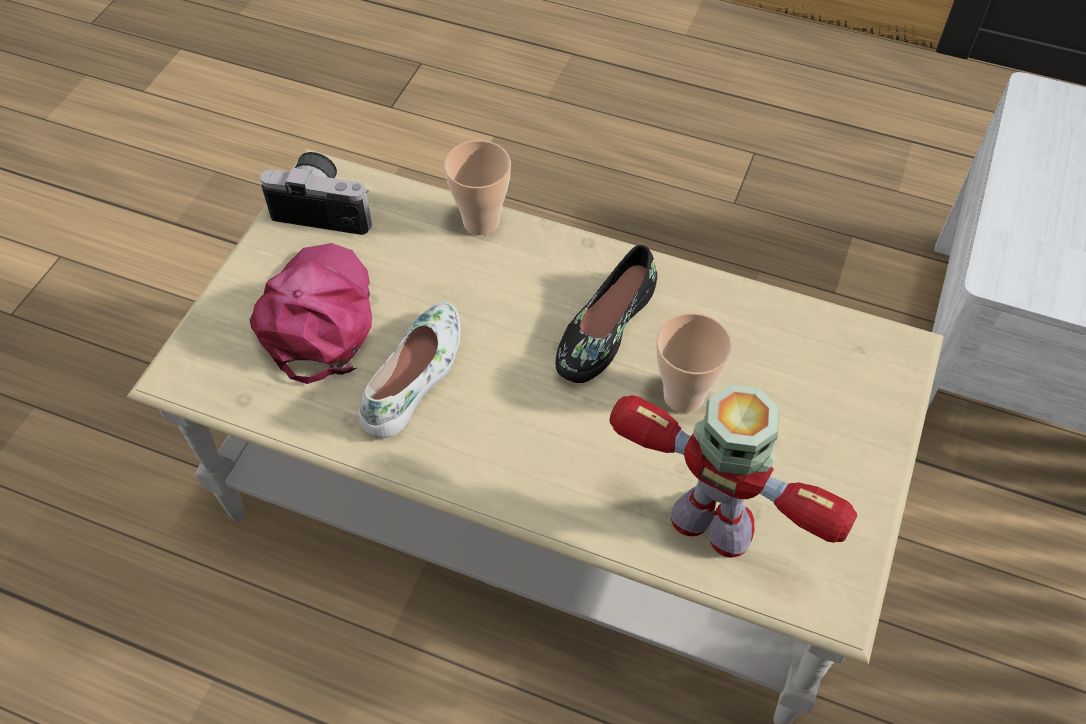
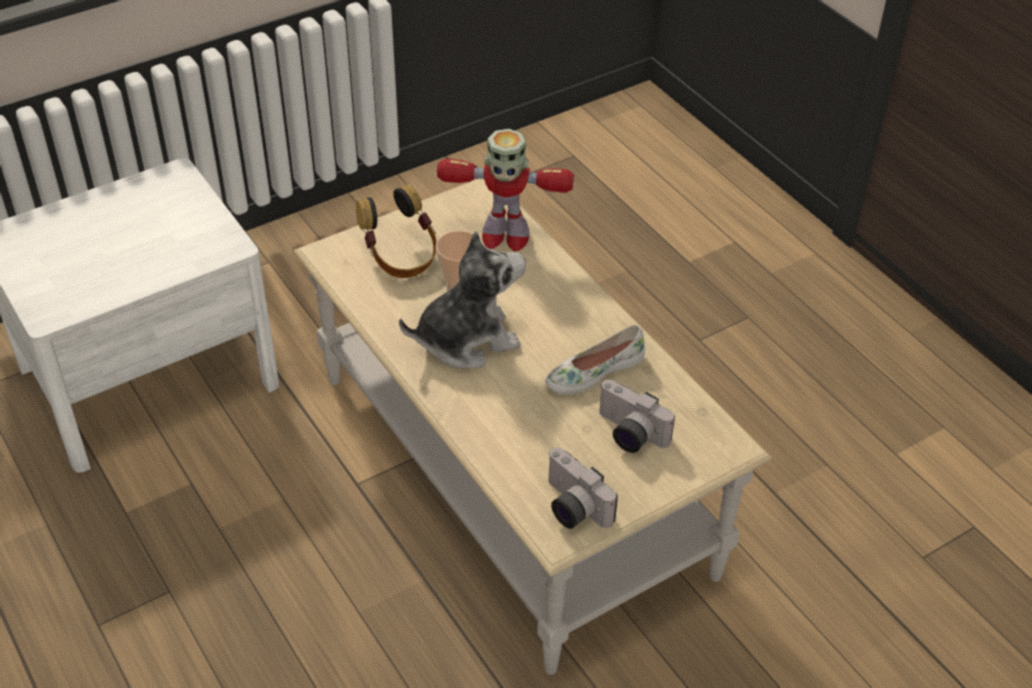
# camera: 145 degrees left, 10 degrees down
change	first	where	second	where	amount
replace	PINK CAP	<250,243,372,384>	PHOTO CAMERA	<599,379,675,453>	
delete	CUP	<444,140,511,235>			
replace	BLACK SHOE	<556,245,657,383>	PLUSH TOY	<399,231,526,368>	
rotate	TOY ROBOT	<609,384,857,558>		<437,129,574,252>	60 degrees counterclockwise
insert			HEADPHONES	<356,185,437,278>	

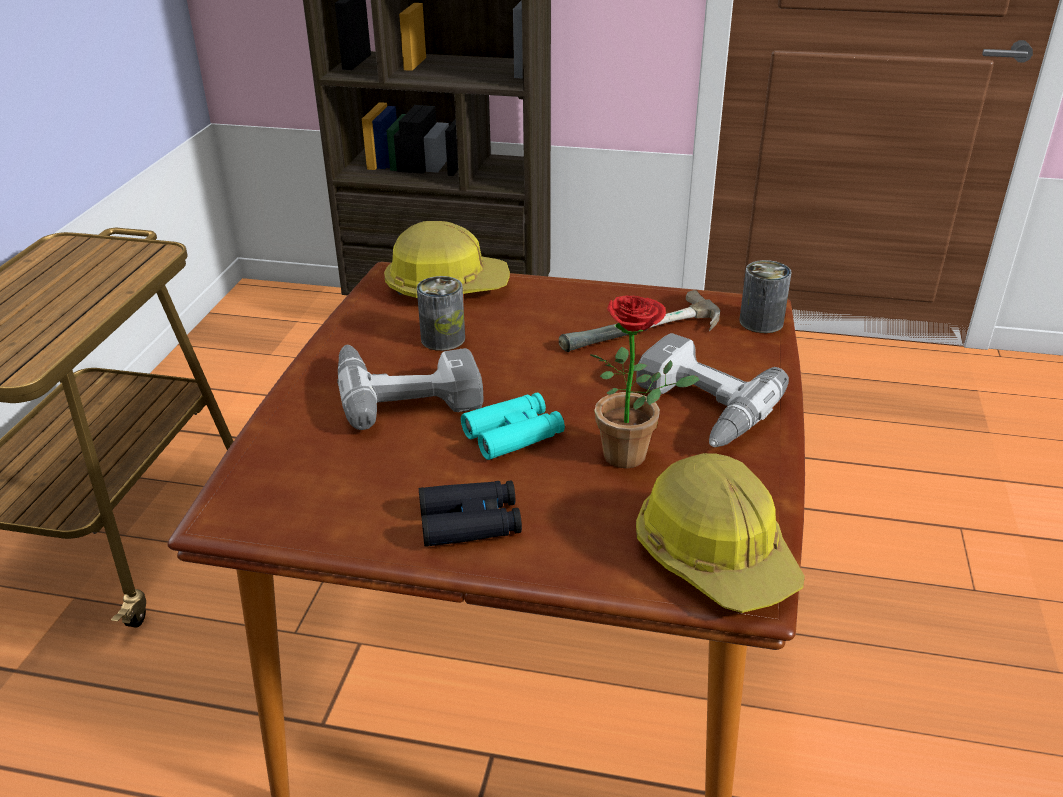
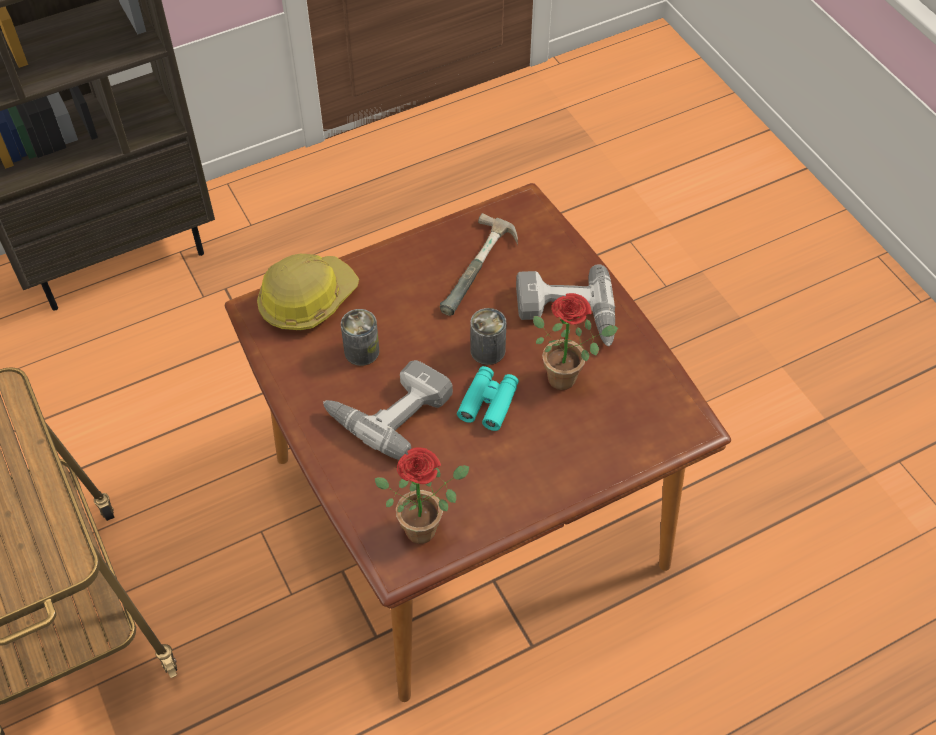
# camera: 40 degrees left, 20 degrees up
change	first	where	second	where	amount
delete	BLACK BINOCULARS	<419,480,522,547>			
delete	HARD HAT	<636,453,805,613>			
move	CAN	<739,260,792,333>		<470,308,507,365>	
insert			POTTED PLANT	<375,448,469,544>	

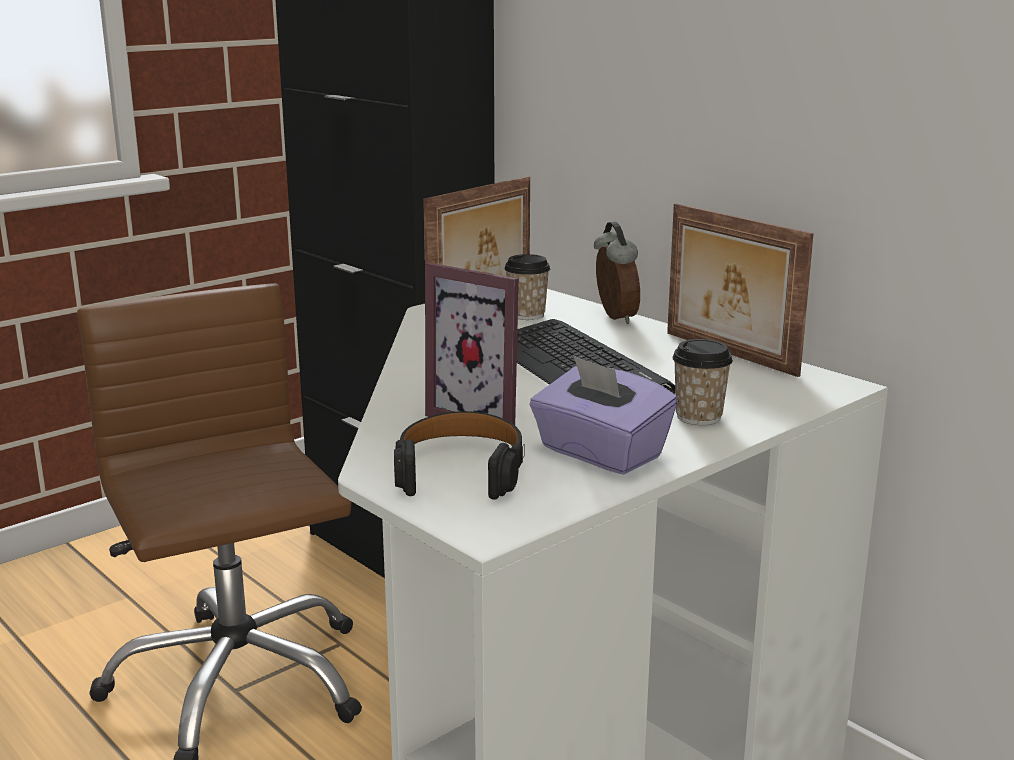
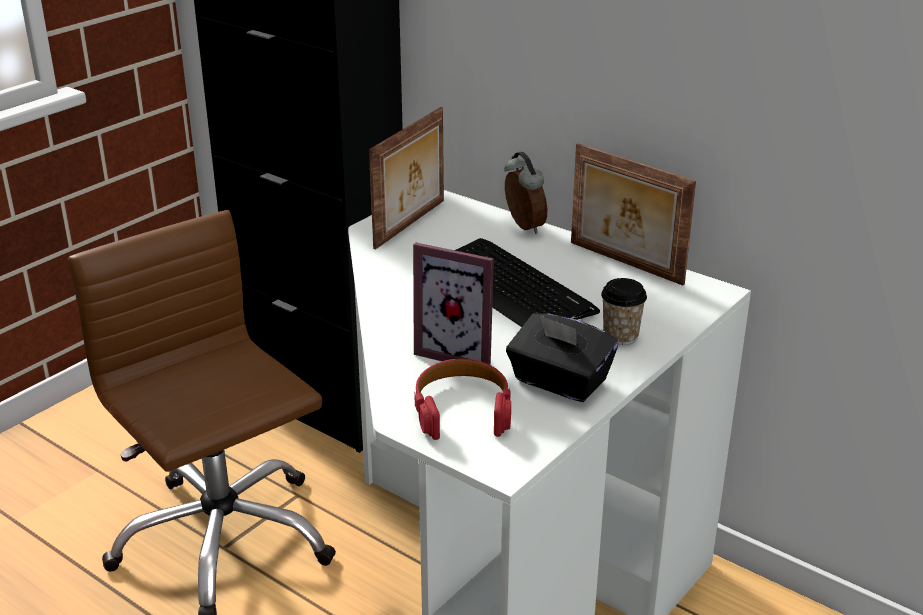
# camera: 10 degrees left, 10 degrees up
change	first	where	second	where	amount
recolor	BLACK HEADPHONES	<394,411,525,500>	RED HEADPHONES	<414,359,511,440>	
delete	CUP	<504,254,550,320>			
recolor	PURPLE TISSUE BOX	<529,355,678,475>	BLACK TISSUE BOX	<506,313,618,402>	

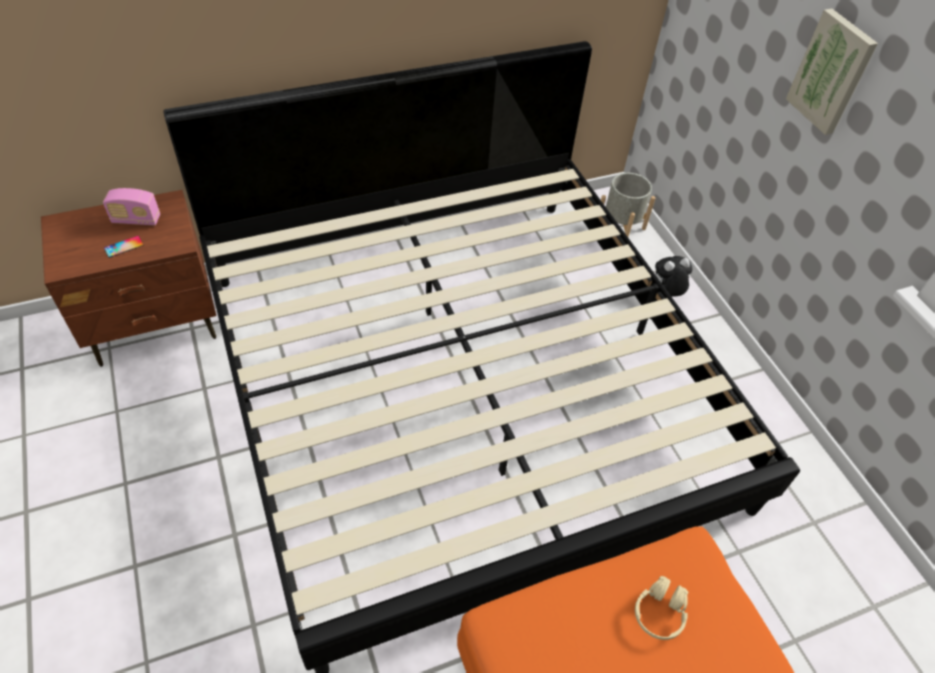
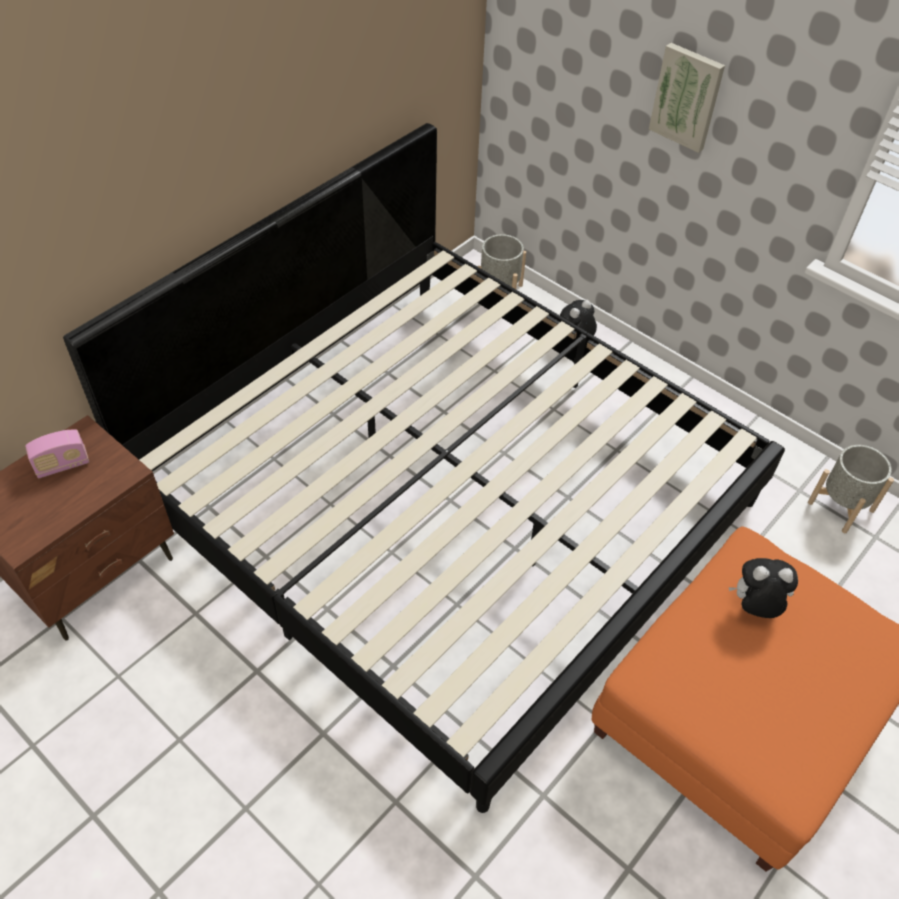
# camera: 25 degrees left, 0 degrees up
change	first	where	second	where	amount
delete	PHONE	<104,236,144,258>			
replace	BEIGE HEADPHONES	<635,576,688,640>	PLUSH TOY	<729,558,798,618>	
insert			GREY PLANTER	<808,445,894,533>	

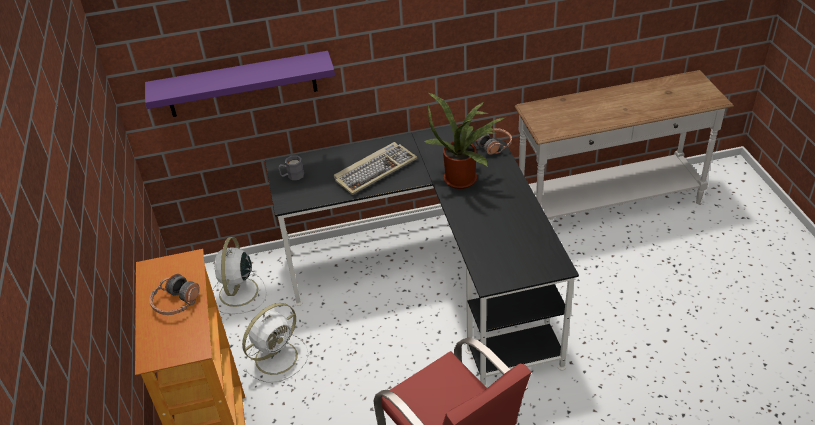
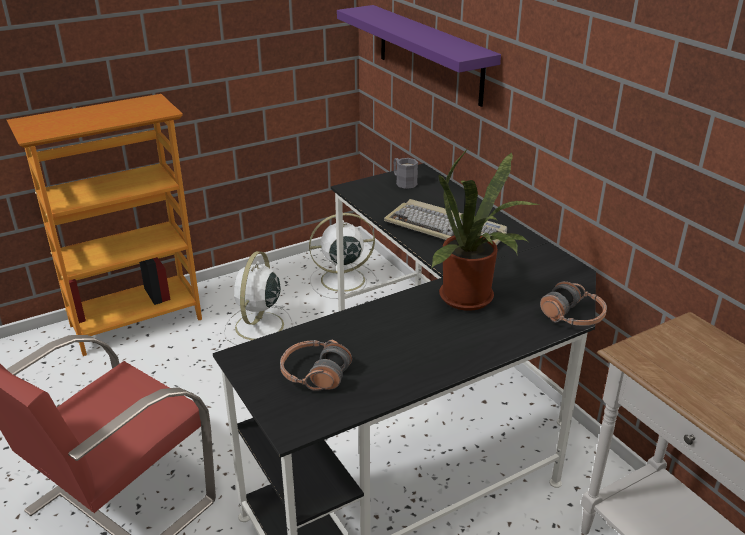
# camera: 70 degrees right, 10 degrees down
change	first	where	second	where	amount
move	HEADPHONES	<149,274,200,315>		<280,340,352,391>	
rotate	WHITE FAN	<242,303,309,383>		<224,251,293,345>	75 degrees clockwise

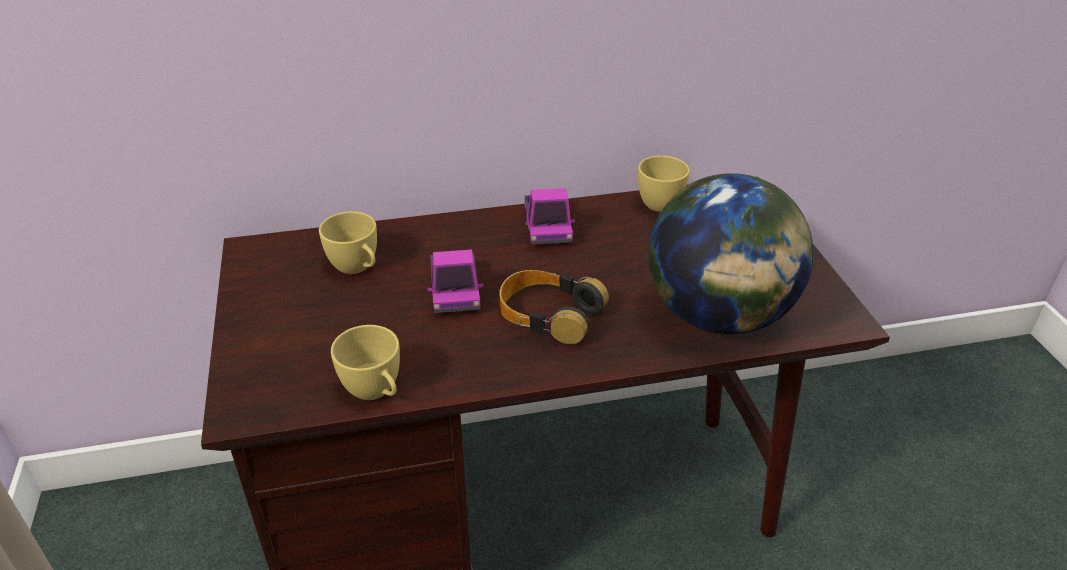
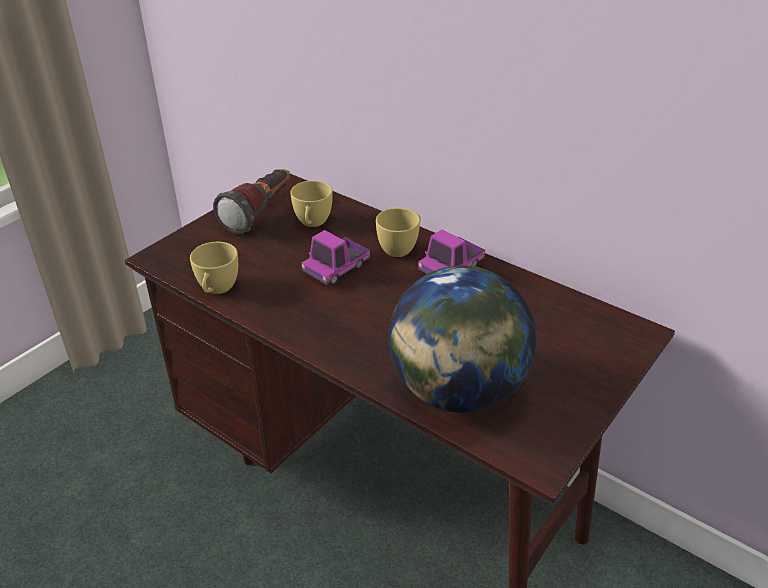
# camera: 50 degrees right, 0 degrees up
change	first	where	second	where	amount
delete	HEADPHONES	<500,270,609,344>			
move	YELLOW CUP	<638,156,690,212>		<376,208,421,257>	
insert			FLASHLIGHT	<213,169,290,234>	

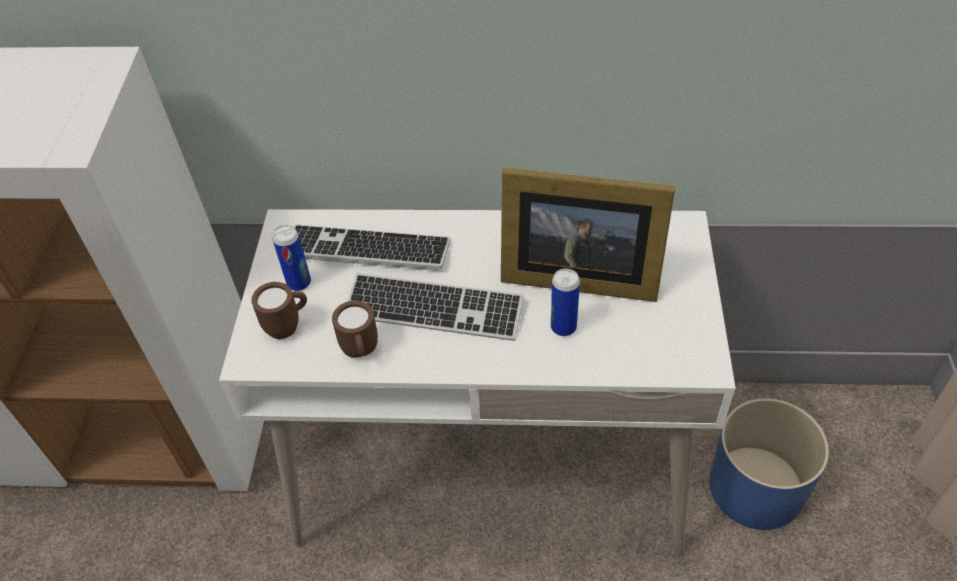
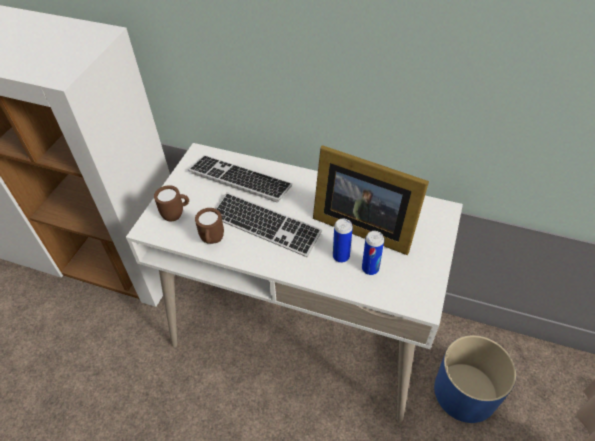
# camera: 15 degrees right, 0 degrees up
change	first	where	second	where	amount
move	CAN	<272,225,311,291>		<362,231,384,275>	

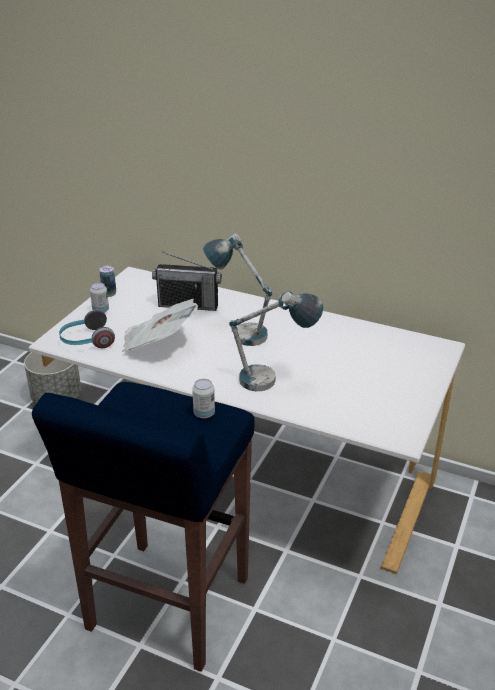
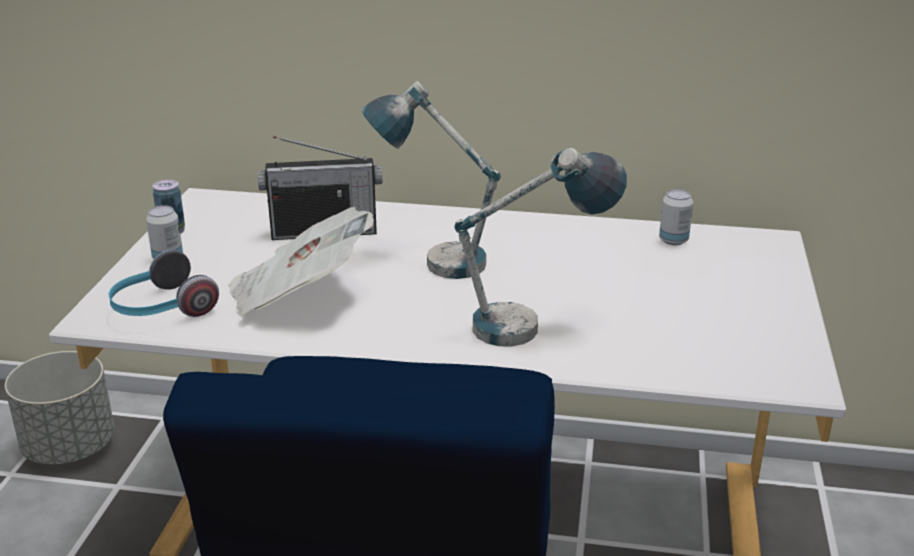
# camera: 15 degrees left, 5 degrees down
change	first	where	second	where	amount
move	CAN	<192,379,215,419>		<659,189,693,245>	

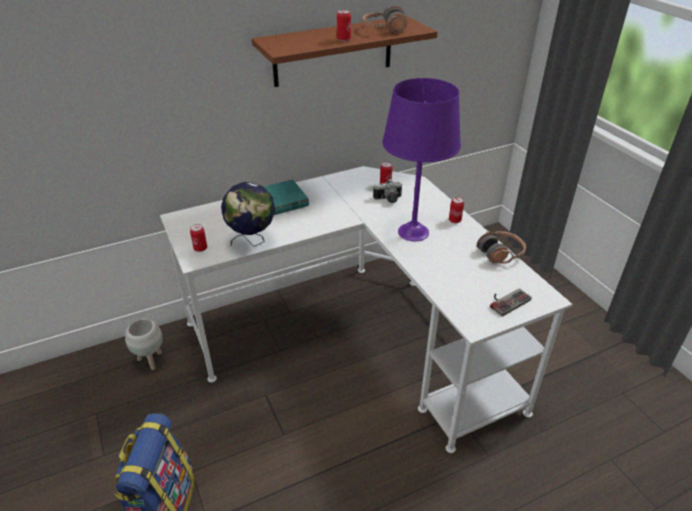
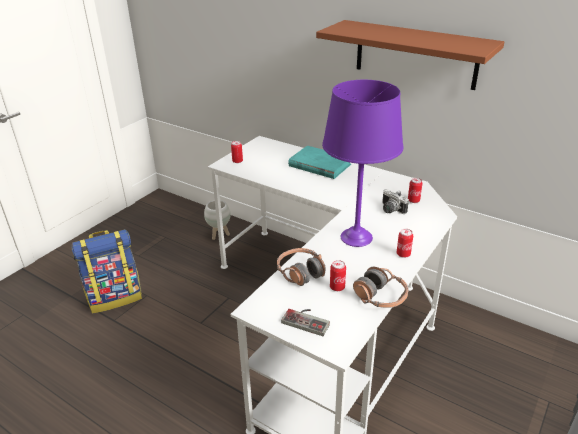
# camera: 60 degrees right, 5 degrees down
change	first	where	second	where	amount
delete	GLOBE	<221,182,275,247>			
move	CAN	<337,10,351,41>		<330,260,346,291>	
move	HEADPHONES	<363,6,408,33>		<277,248,326,286>	

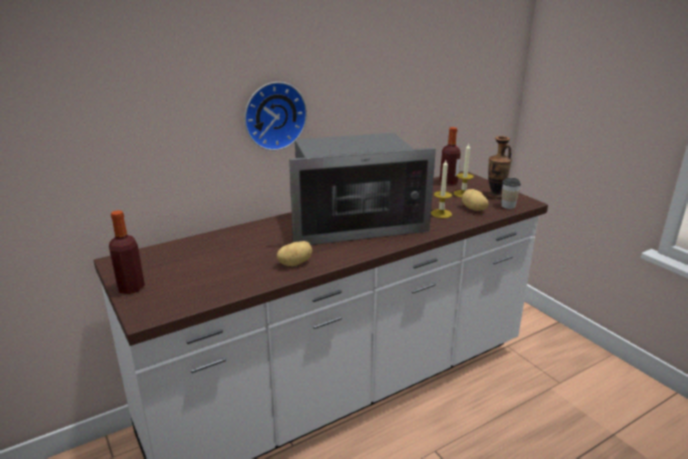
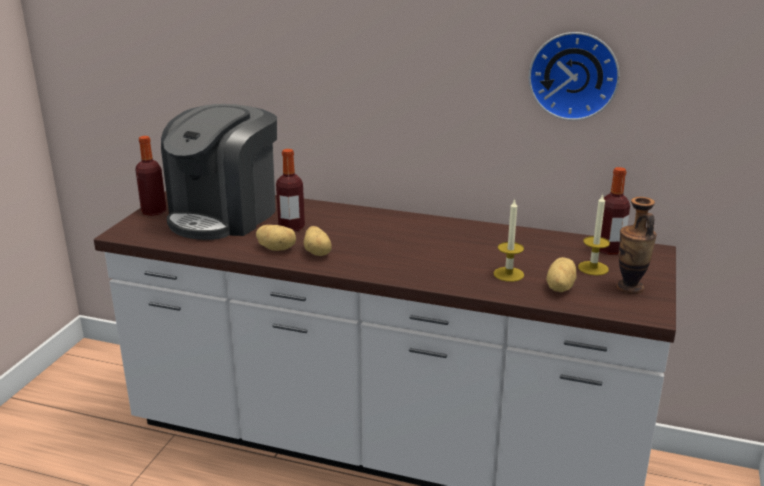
# camera: 50 degrees right, 0 degrees up
change	first	where	second	where	amount
move	WALL CLOCK	<244,82,307,151>		<529,32,620,121>	
delete	MICROWAVE	<289,133,436,245>			
delete	CUP	<502,178,521,209>			
insert			COFFEE MACHINE	<161,104,277,240>	
insert			BOTTLE	<276,149,305,232>	
insert			POTATO	<303,226,331,256>	

